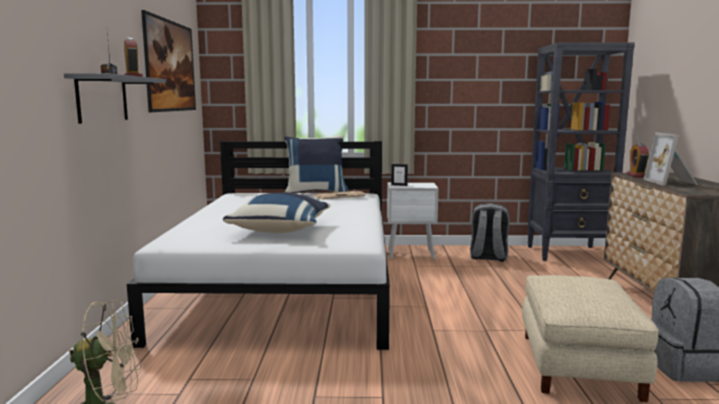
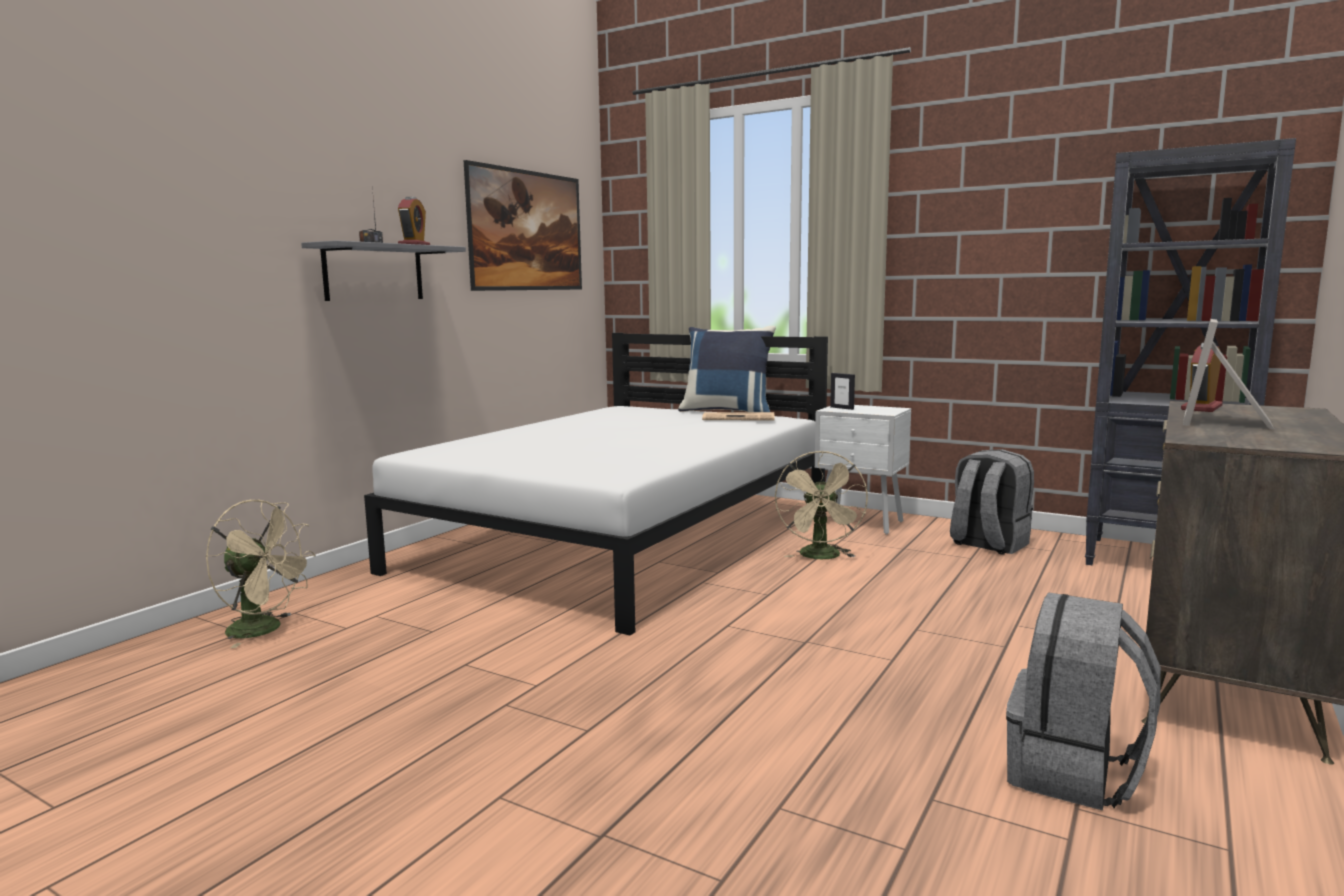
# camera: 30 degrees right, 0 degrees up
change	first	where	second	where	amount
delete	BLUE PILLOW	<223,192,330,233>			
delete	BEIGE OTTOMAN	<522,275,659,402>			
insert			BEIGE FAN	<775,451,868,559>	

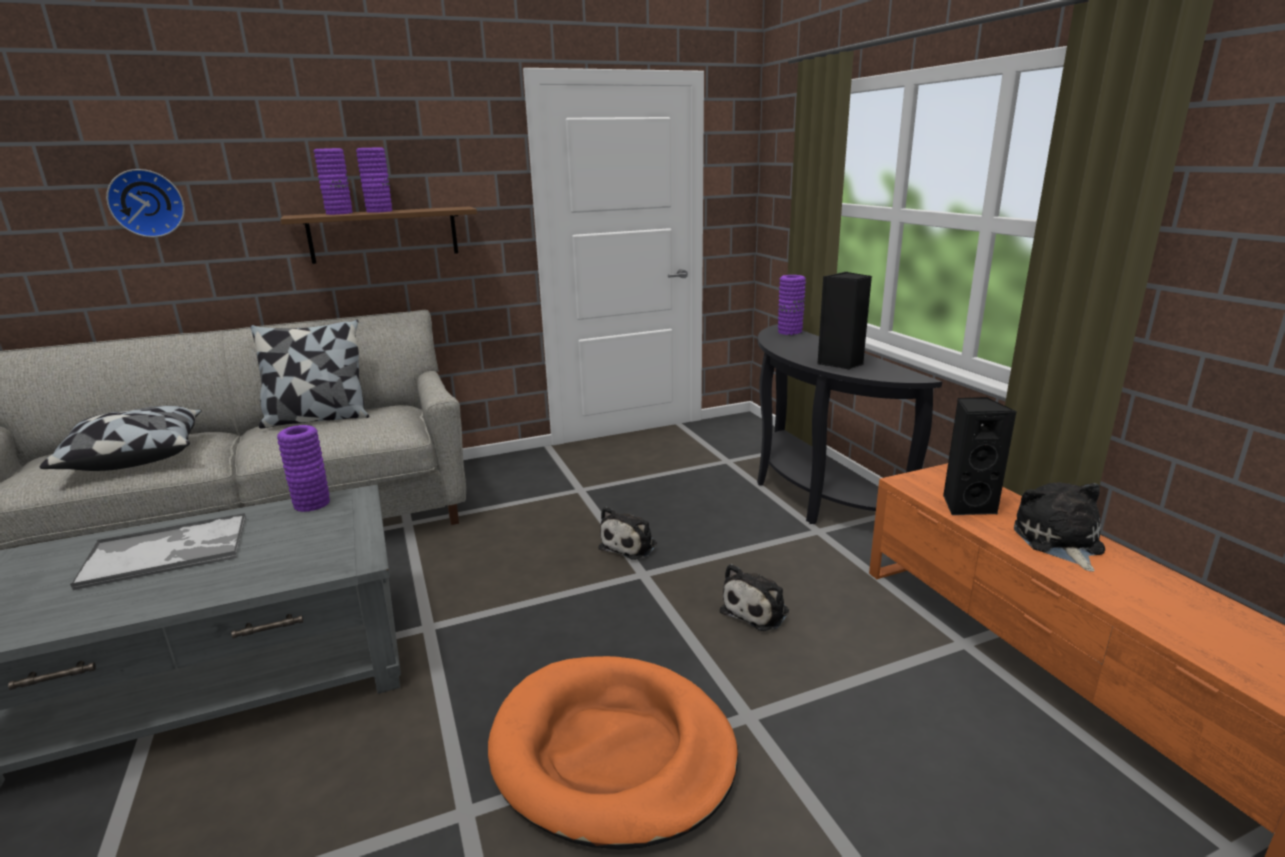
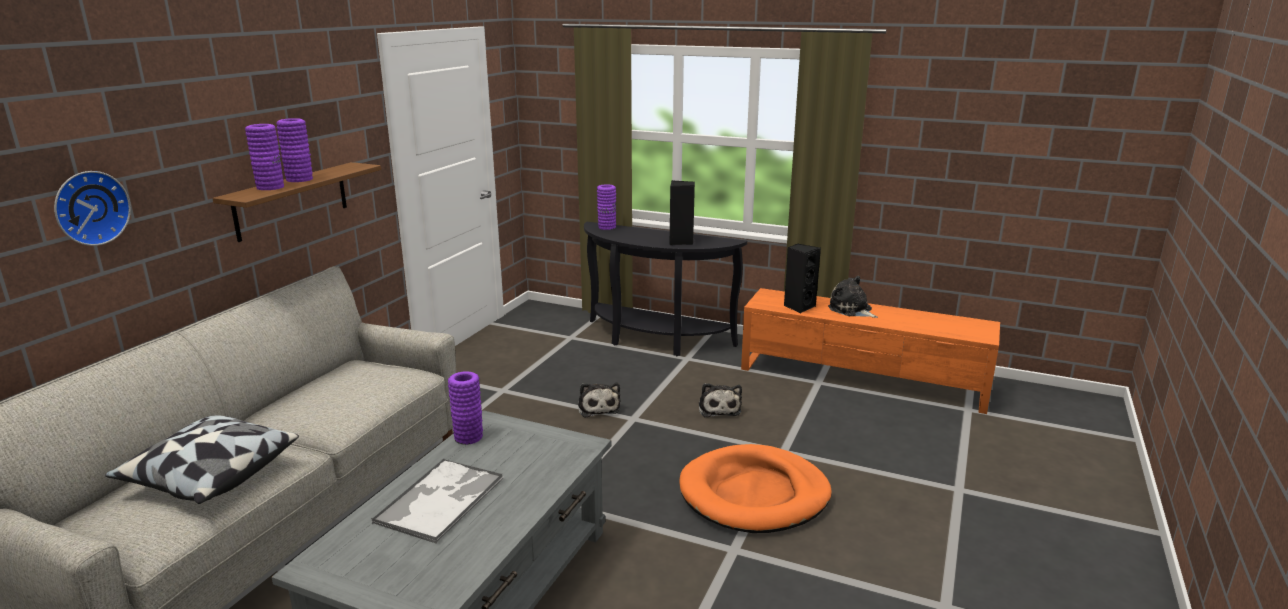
# camera: 45 degrees left, 0 degrees up
change	first	where	second	where	amount
delete	PILLOW	<250,320,369,428>			

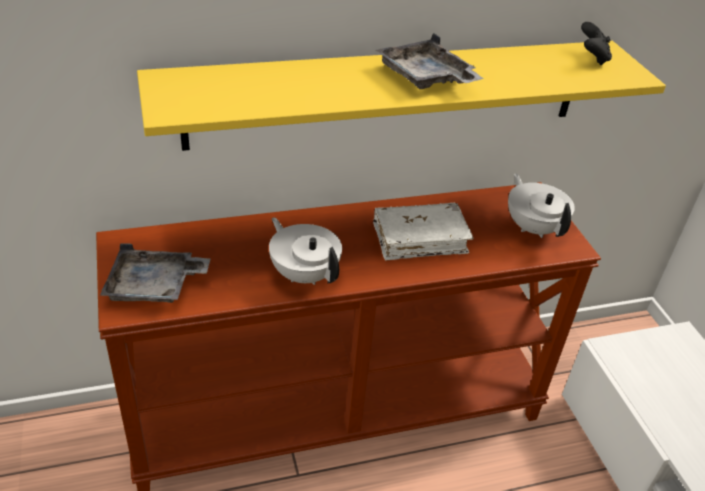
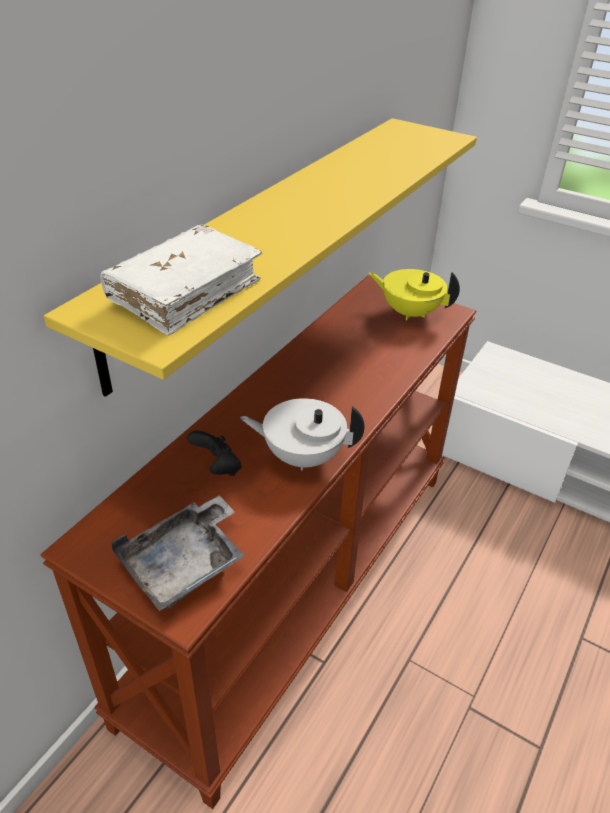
# camera: 40 degrees left, 0 degrees up
change	first	where	second	where	amount
move	WHITE BOOK	<373,203,474,260>		<100,225,262,336>	
delete	GREY TRAY	<376,33,484,89>			
recolor	WHITE TEAPOT	<508,173,575,238>	YELLOW TEAPOT	<369,269,460,320>	
move	BLACK GAME CONTROLLER	<581,22,612,65>		<187,431,241,476>	

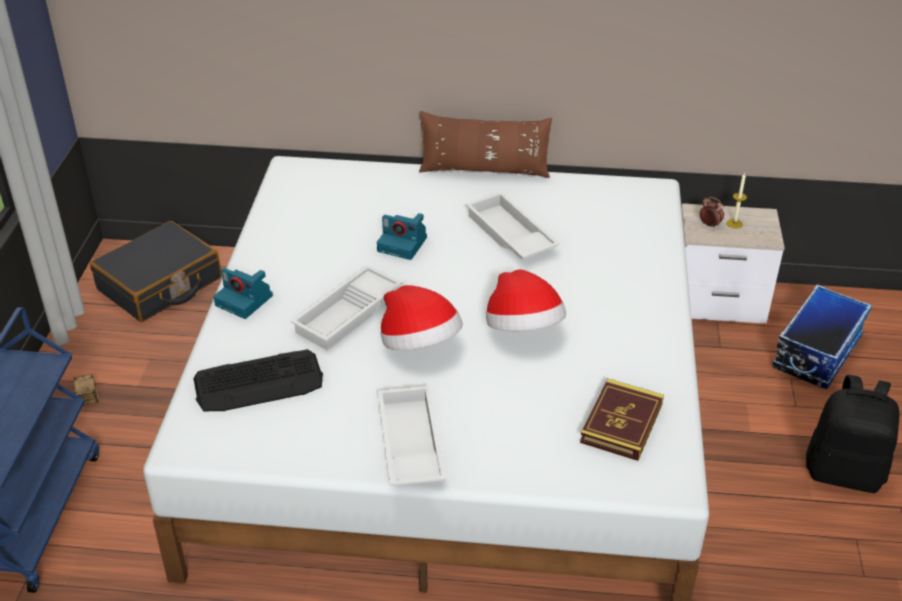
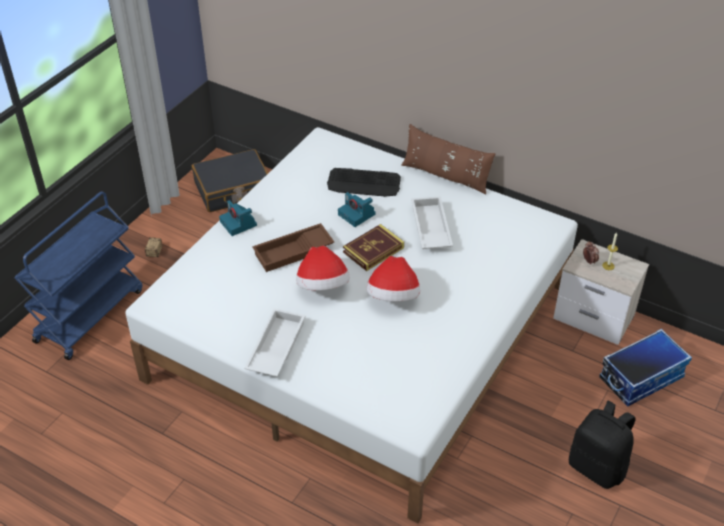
# camera: 25 degrees right, 5 degrees up
change	first	where	second	where	amount
move	KEYBOARD	<193,350,323,411>		<327,168,401,197>	
recolor	WHITE TRAY	<291,265,402,350>	BROWN TRAY	<252,223,334,272>	
move	BOOK	<580,379,664,461>		<343,224,404,271>	

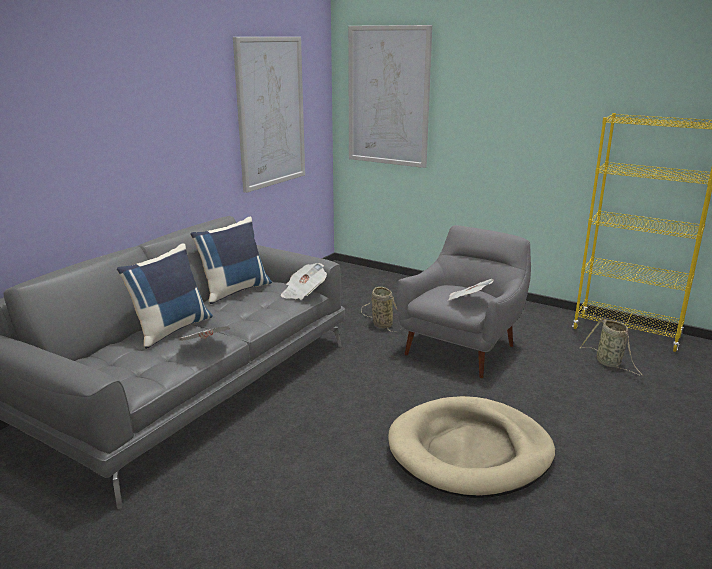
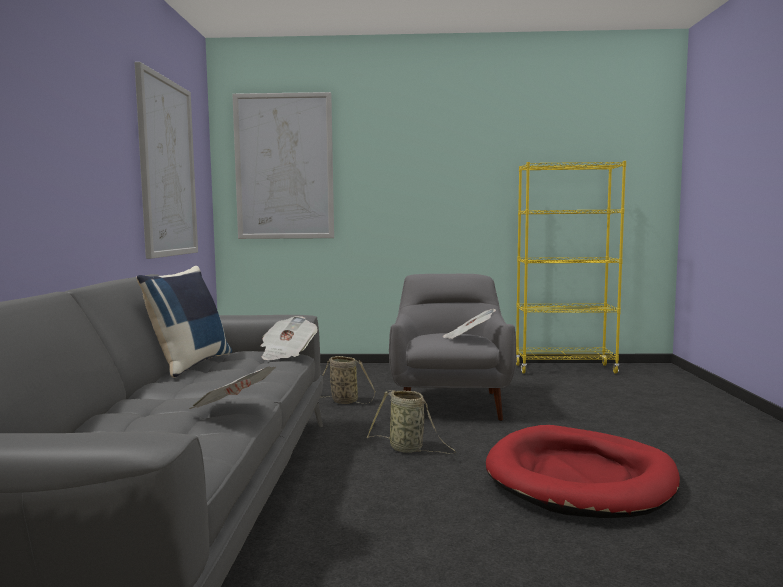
# camera: 30 degrees left, 15 degrees down
change	first	where	second	where	amount
delete	BLUE PILLOW	<117,243,213,349>			
recolor	BEIGE DOG BED	<388,396,555,498>	RED DOG BED	<486,425,680,518>	
move	BASKET	<580,319,644,376>		<367,390,456,454>	

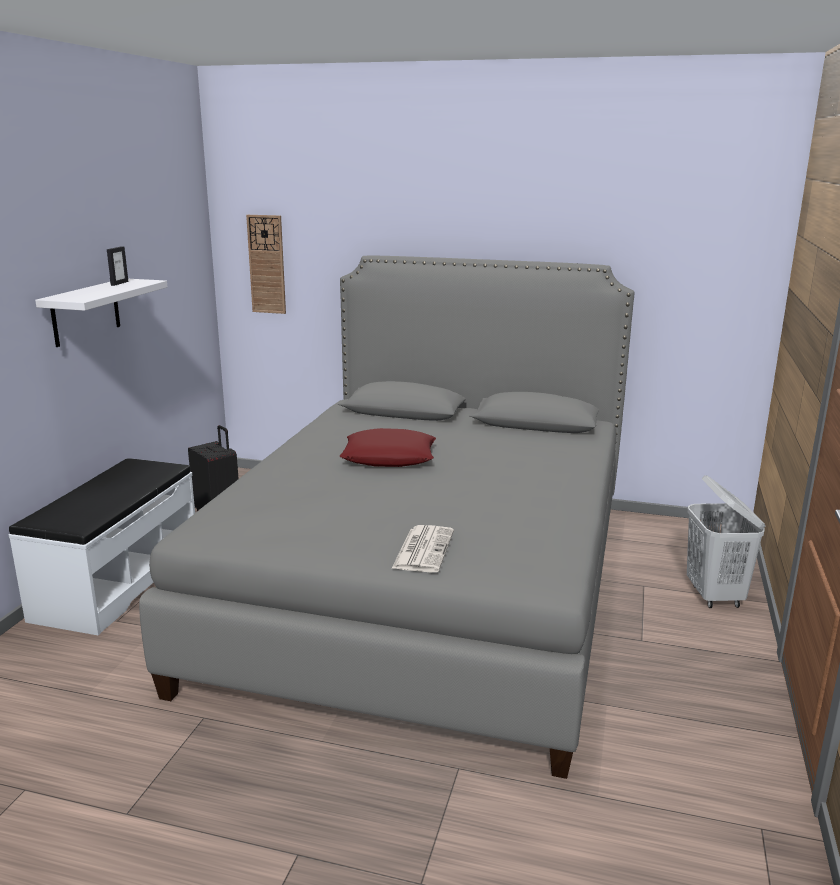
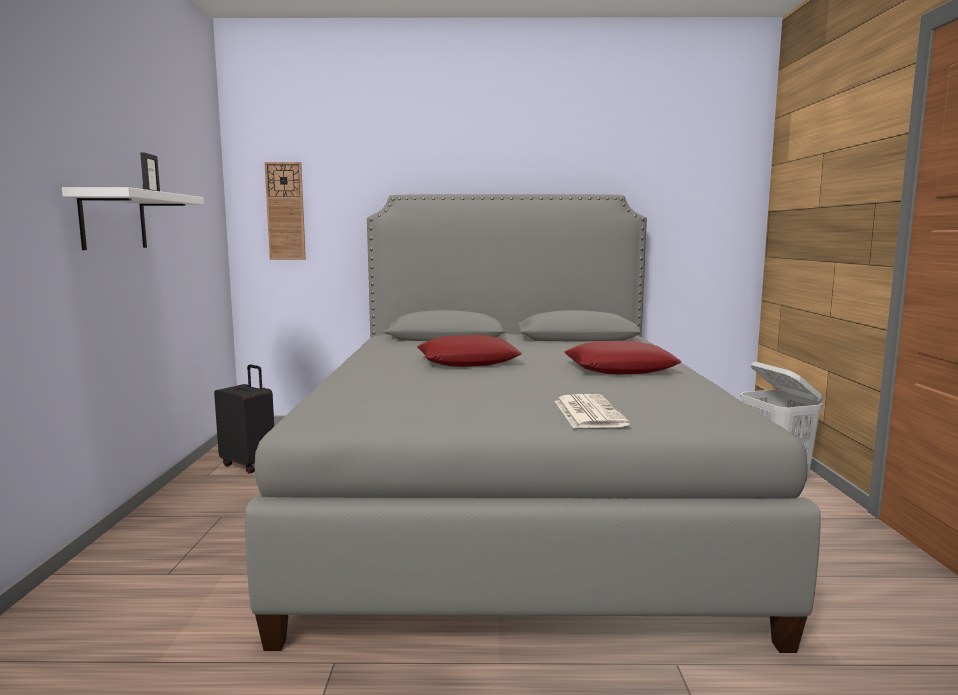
# camera: 15 degrees left, 10 degrees down
change	first	where	second	where	amount
delete	WHITE BENCH	<9,458,195,635>			
insert			RED PILLOW	<564,341,682,374>	

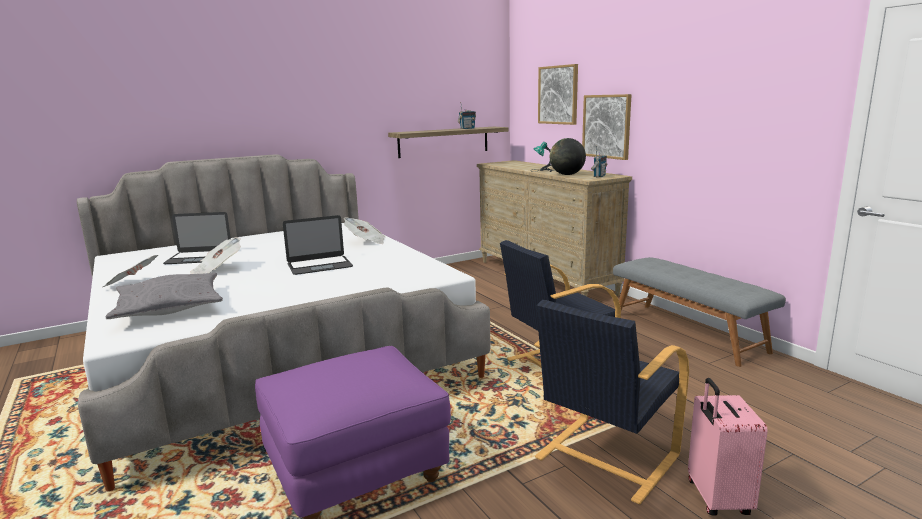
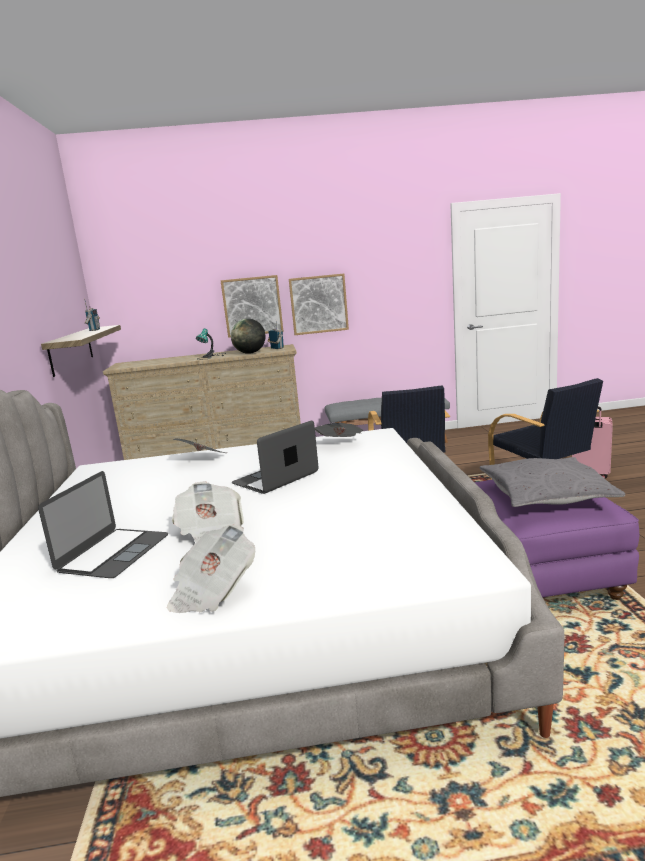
# camera: 65 degrees left, 0 degrees up
change	first	where	second	where	amount
move	GREY PILLOW	<106,272,223,319>		<480,457,625,507>	
rotate	LAPTOP	<283,215,353,275>		<232,421,319,494>	135 degrees counterclockwise
move	PICTURE	<538,64,578,125>		<289,274,349,335>	
insert			NEWSPAPER	<315,423,363,437>	

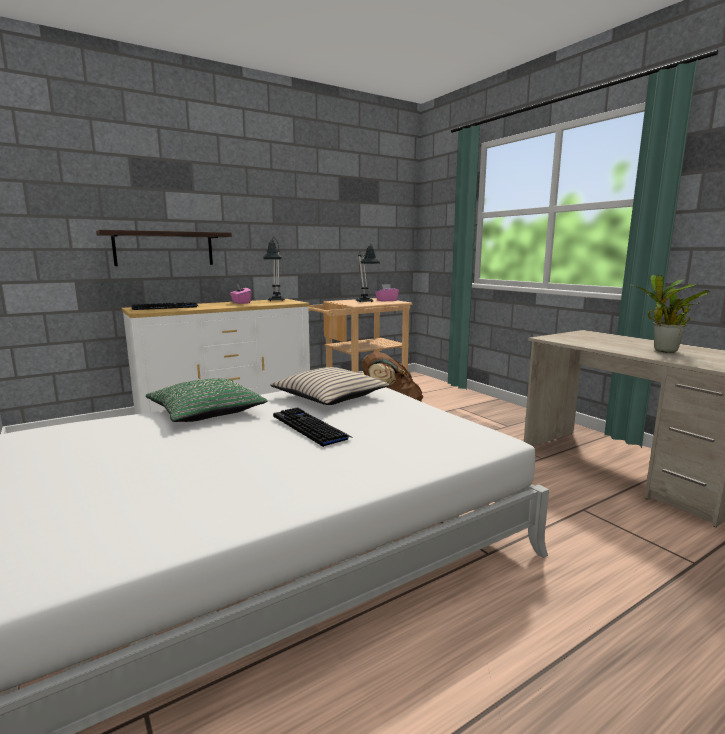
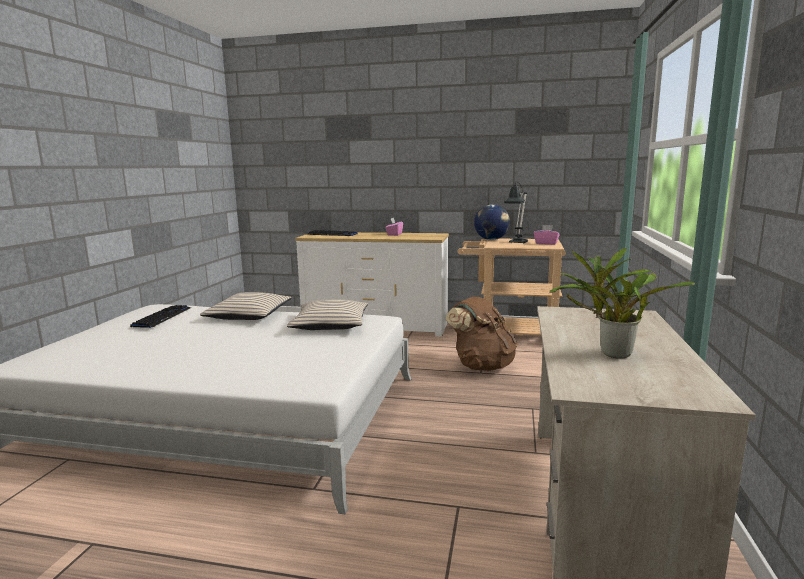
# camera: 45 degrees right, 0 degrees up
change	first	where	second	where	amount
delete	SHELF	<96,230,232,266>			
recolor	GREEN PILLOW	<146,378,268,422>	BEIGE PILLOW	<200,292,292,320>	
delete	TABLE LAMP	<263,238,286,301>			
move	KEYBOARD	<273,407,354,447>		<130,305,191,328>	
insert			GLOBE	<474,204,510,240>	

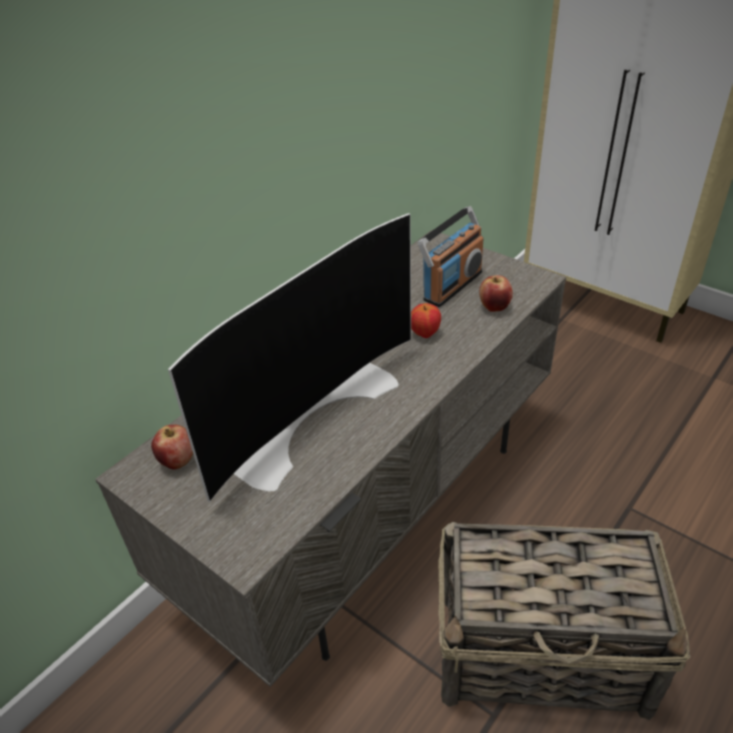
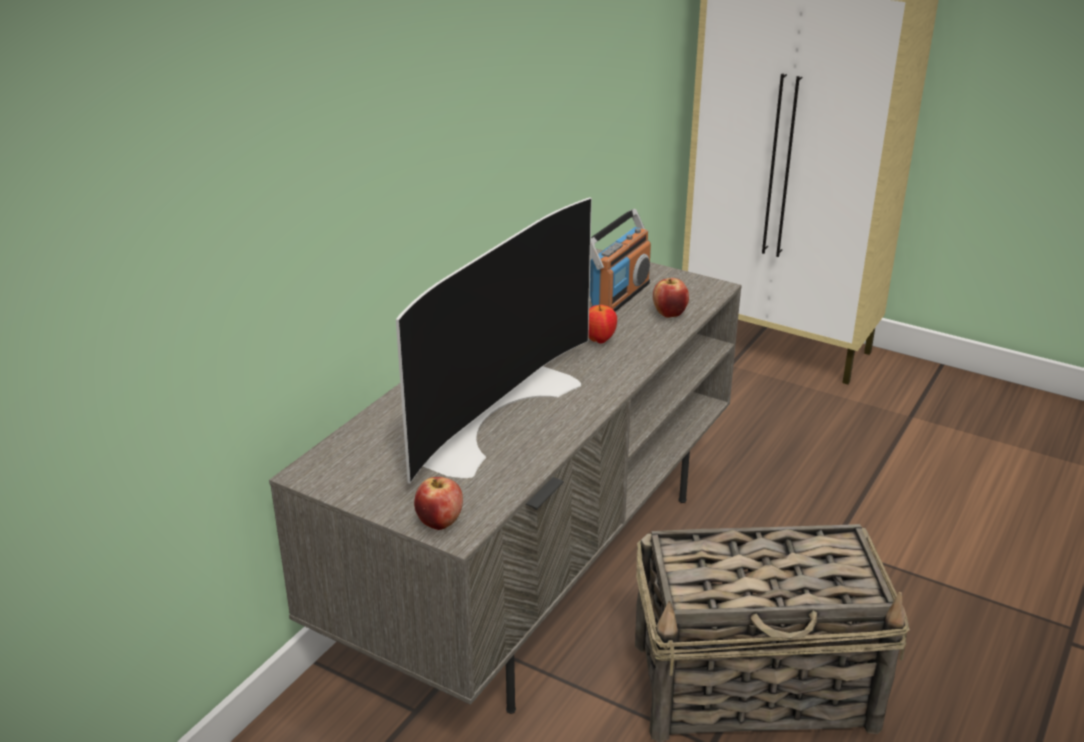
# camera: 10 degrees left, 10 degrees down
change	first	where	second	where	amount
move	APPLE	<151,425,193,469>		<414,477,463,530>	

